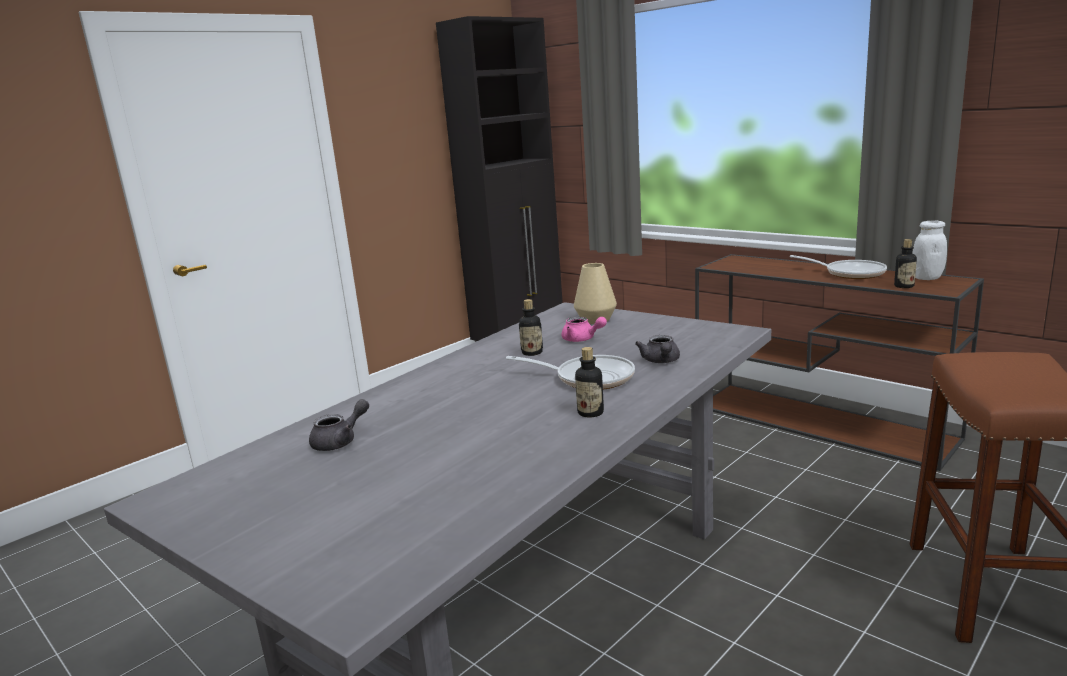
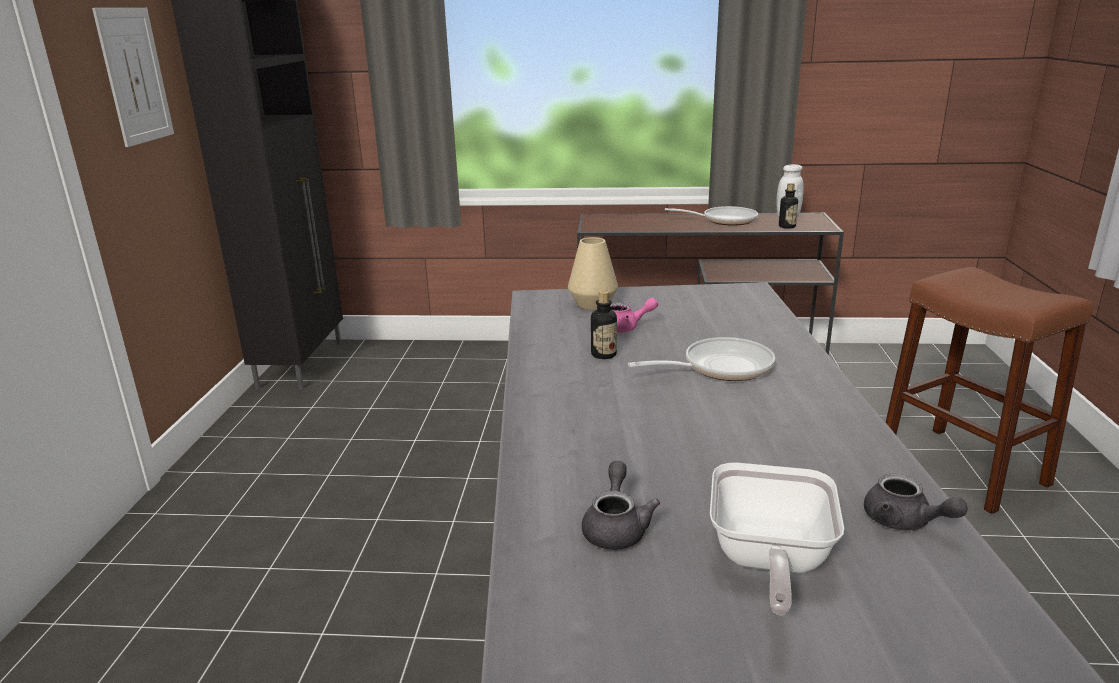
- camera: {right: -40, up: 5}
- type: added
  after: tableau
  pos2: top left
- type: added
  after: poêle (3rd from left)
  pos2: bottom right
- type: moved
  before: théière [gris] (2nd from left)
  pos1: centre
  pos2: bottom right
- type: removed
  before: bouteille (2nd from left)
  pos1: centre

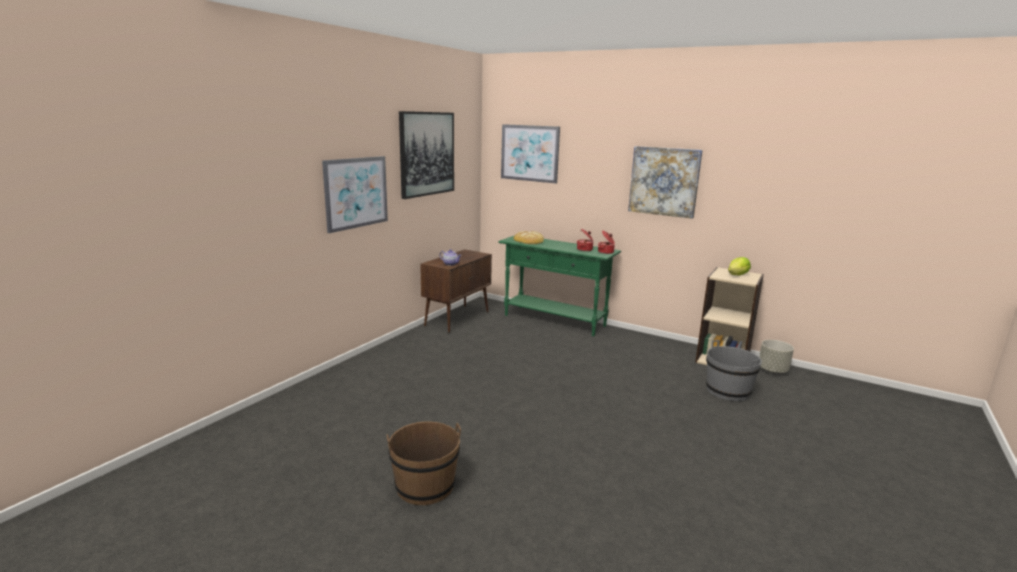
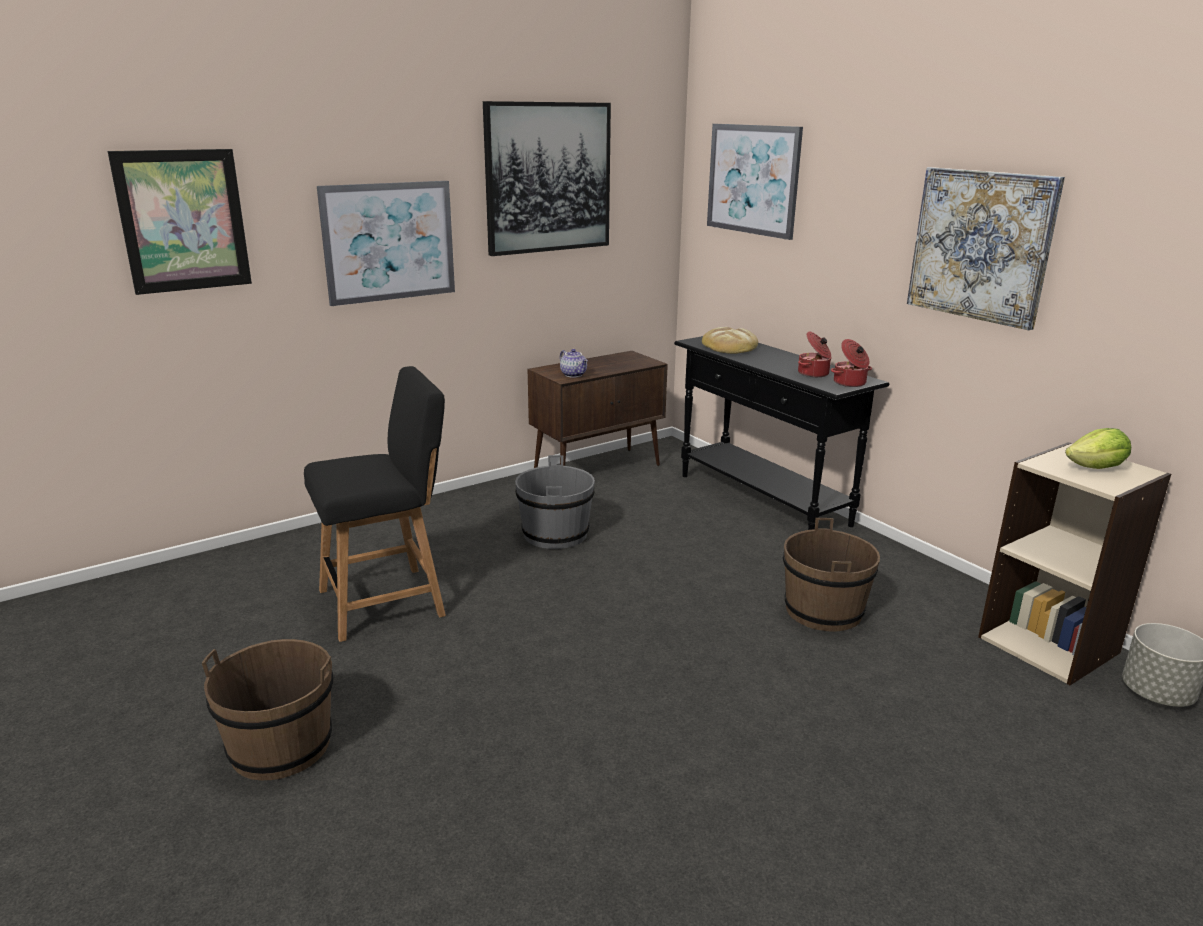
- camera: {right: 25, up: 5}
- type: added
  after: tableau (1st from left)
  pos2: top left
- type: added
  after: chaise [noir]
  pos2: middle left
- type: moved
  before: seau [gris]
  pos1: middle right
  pos2: centre
- type: recoloured
  before: table console [vert]
  after: table console [noir]
  pos1: centre
  pos2: centre
- type: added
  after: seau [marron] (2nd from left)
  pos2: middle right

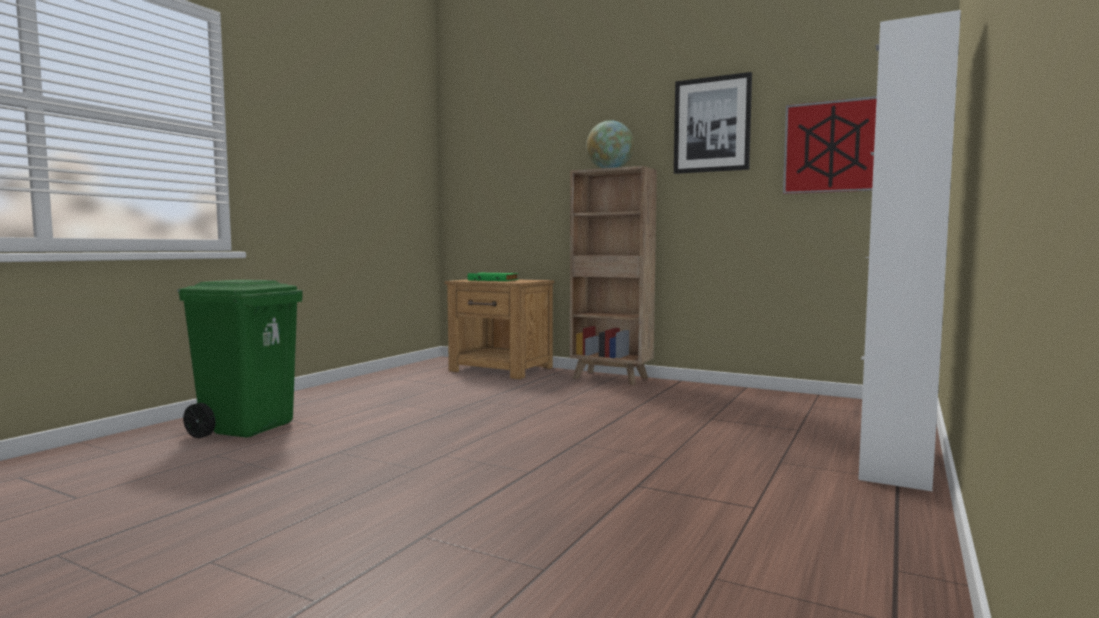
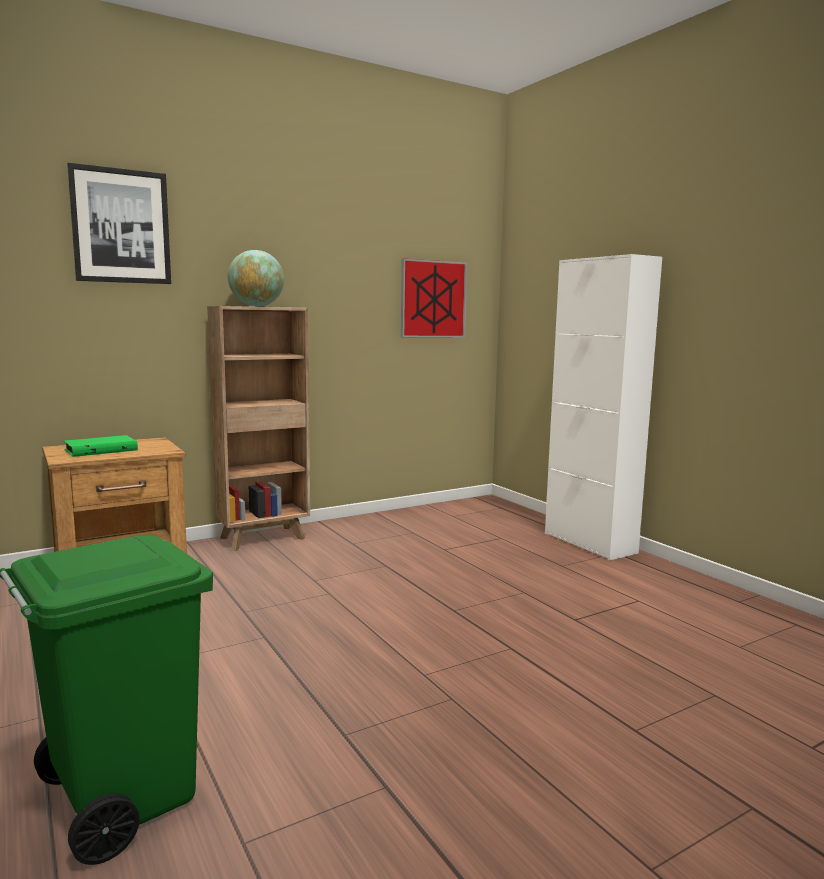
- camera: {right: -60, up: 5}
- type: moved
  before: tableau (1st from left)
  pos1: top centre
  pos2: top left

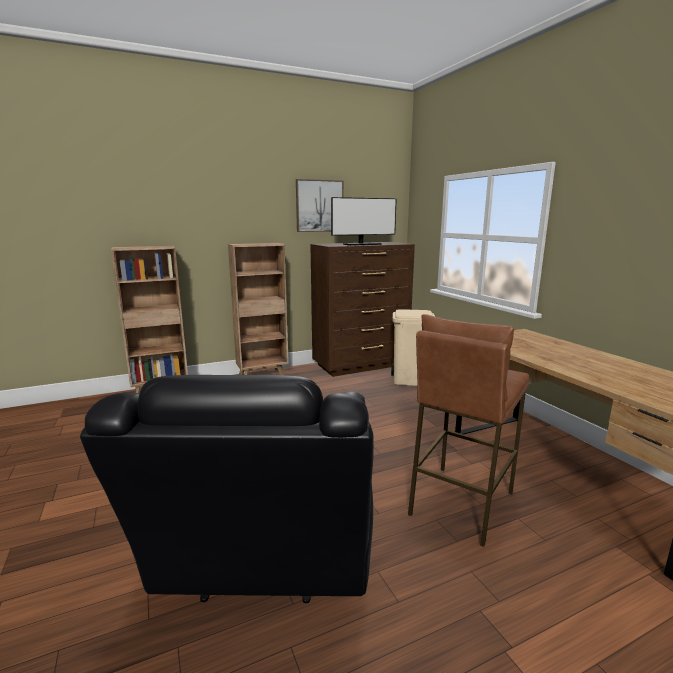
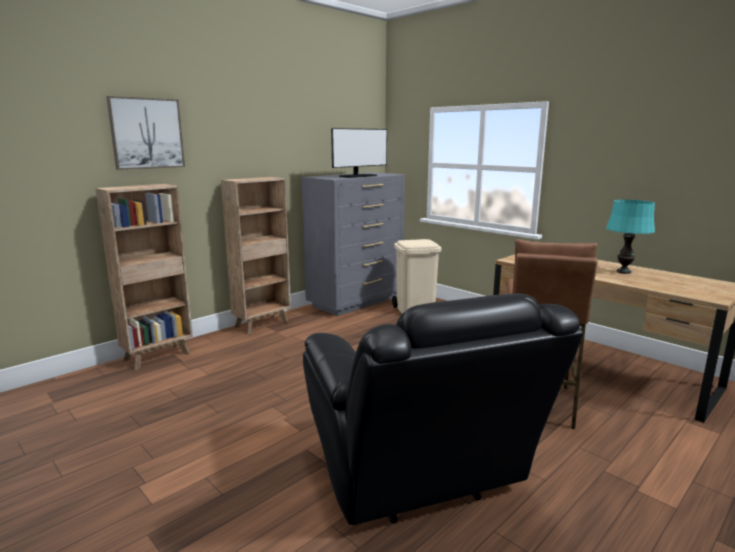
- camera: {right: -20, up: 0}
- type: moved
  before: tableau
  pos1: top centre
  pos2: top left
- type: recoloured
  before: commode [marron]
  after: commode [gris]
  pos1: centre
  pos2: centre
- type: added
  after: lampe de table [turquoise]
  pos2: middle right

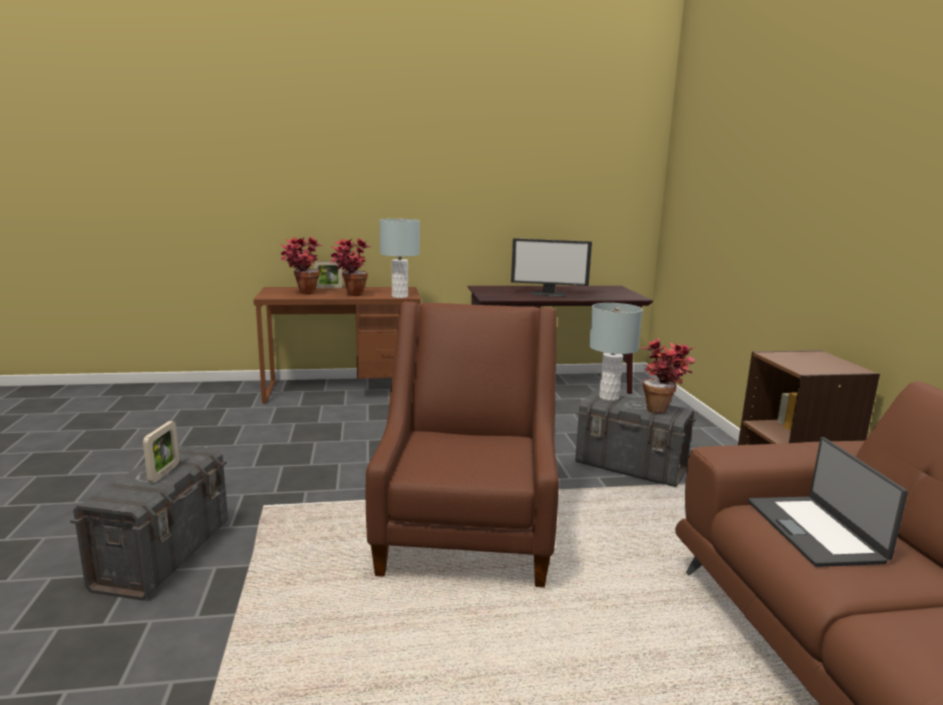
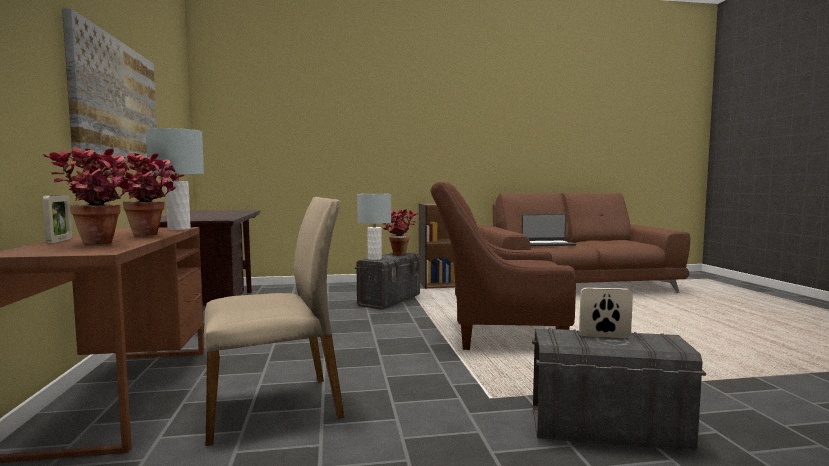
- camera: {right: -90, up: -10}
- type: added
  after: tableau
  pos2: top left
- type: added
  after: chaise [beige]
  pos2: bottom left
- type: removed
  before: écran d'ordinateur
  pos1: centre

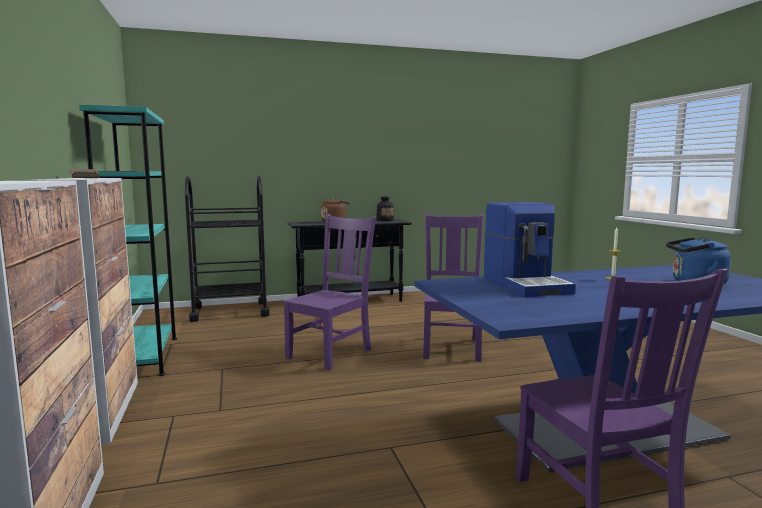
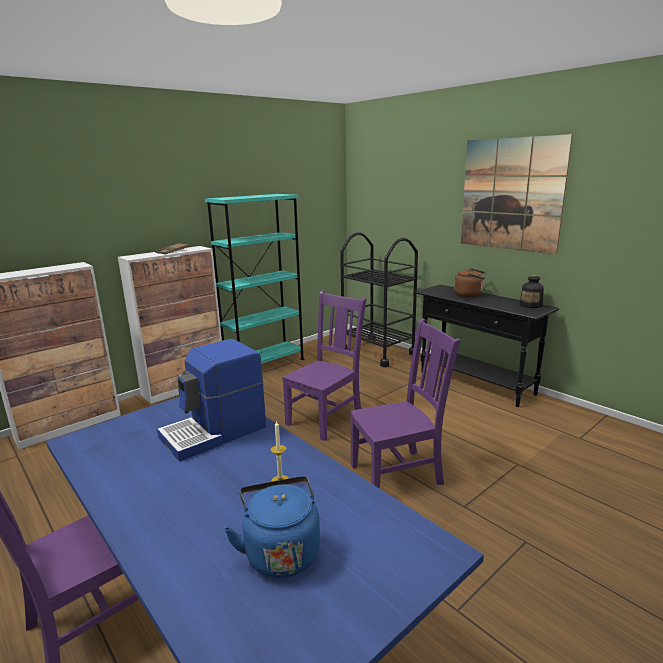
- camera: {right: 65, up: 10}
- type: turned
  before: chaise [violet] (1st from left in the first image)
  pos1: centre
  pos2: centre
  turn: -60
- type: added
  after: tableau
  pos2: top right

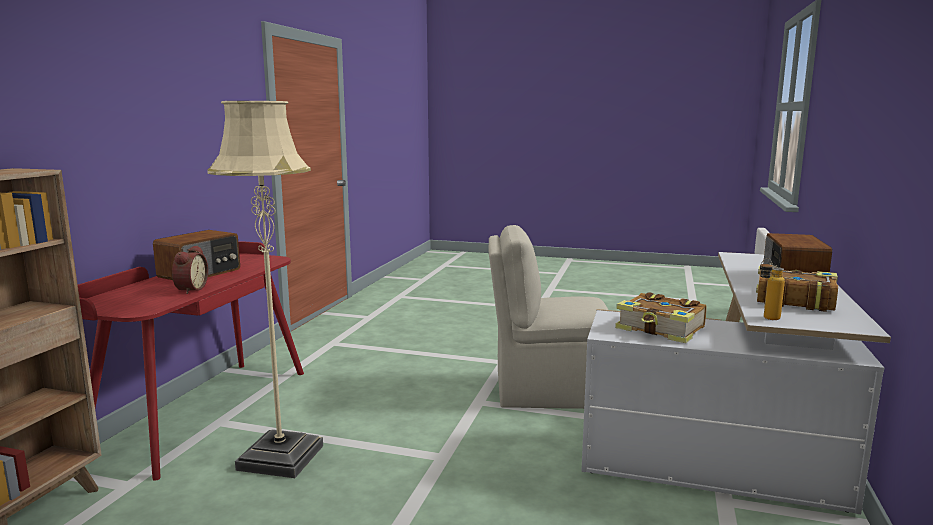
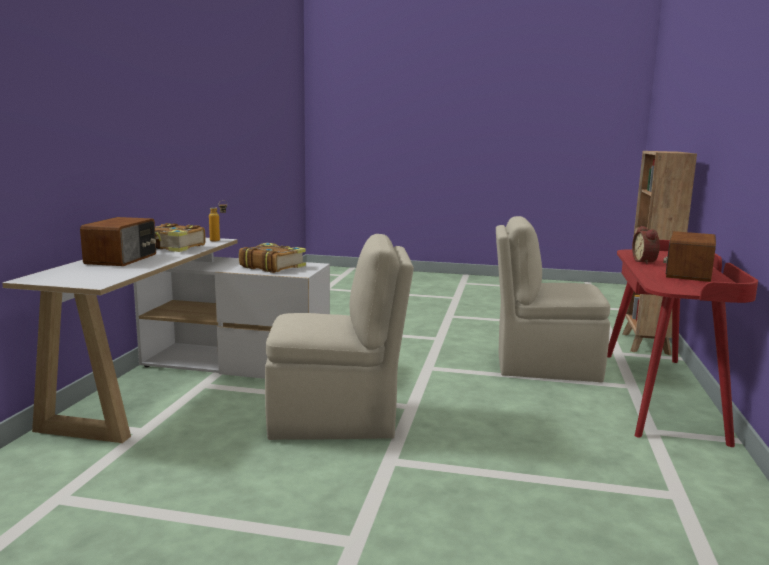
- camera: {right: 175, up: 0}
- type: replaced
  before: lampadaire [beige]
  after: chaise [beige] (2nd from left)
  pos1: middle left
  pos2: middle right

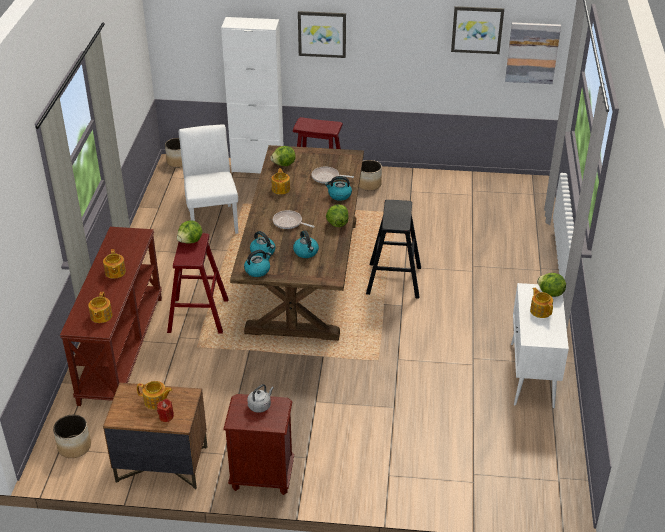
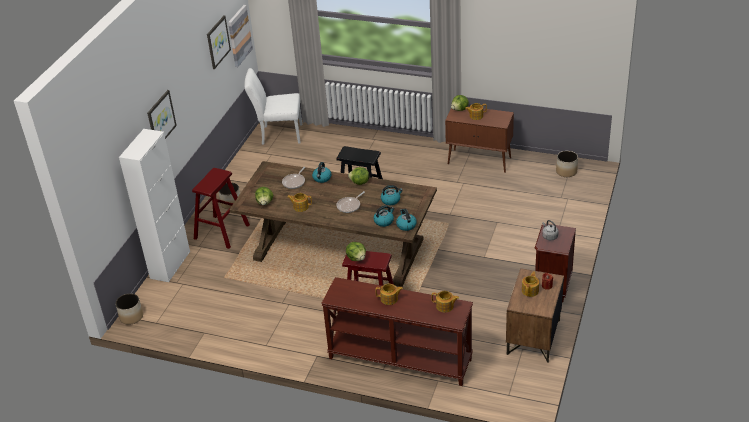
- camera: {right: -75, up: 0}
- type: moved
  before: chaise [blanc]
  pos1: middle left
  pos2: top centre
- type: recoloured
  before: meuble de rangement [blanc] (2nd from left)
  after: meuble de rangement [marron]
  pos1: middle right
  pos2: top centre
- type: moved
  before: cache-pot (1st from left in the first image)
  after: cache-pot (3rd from left)
  pos1: bottom left
  pos2: middle right

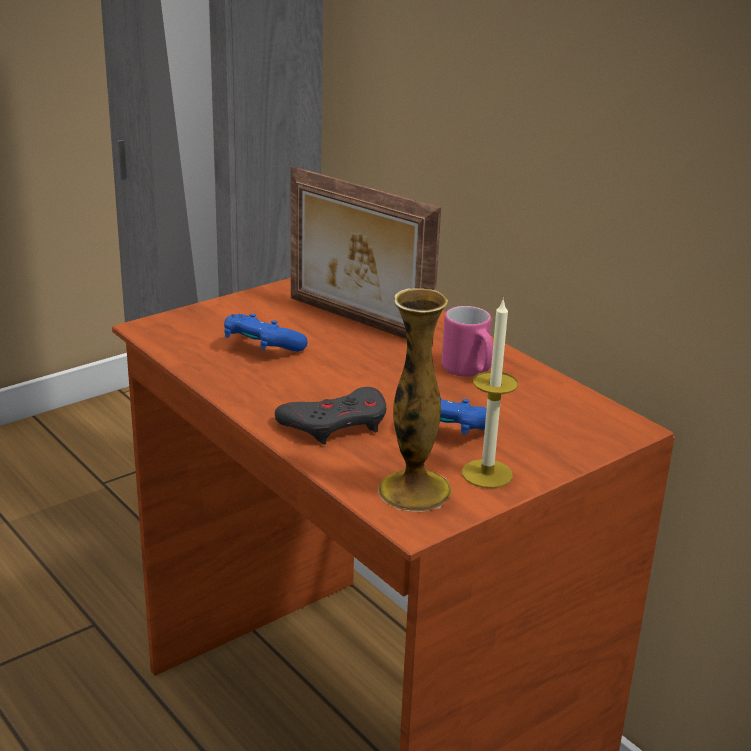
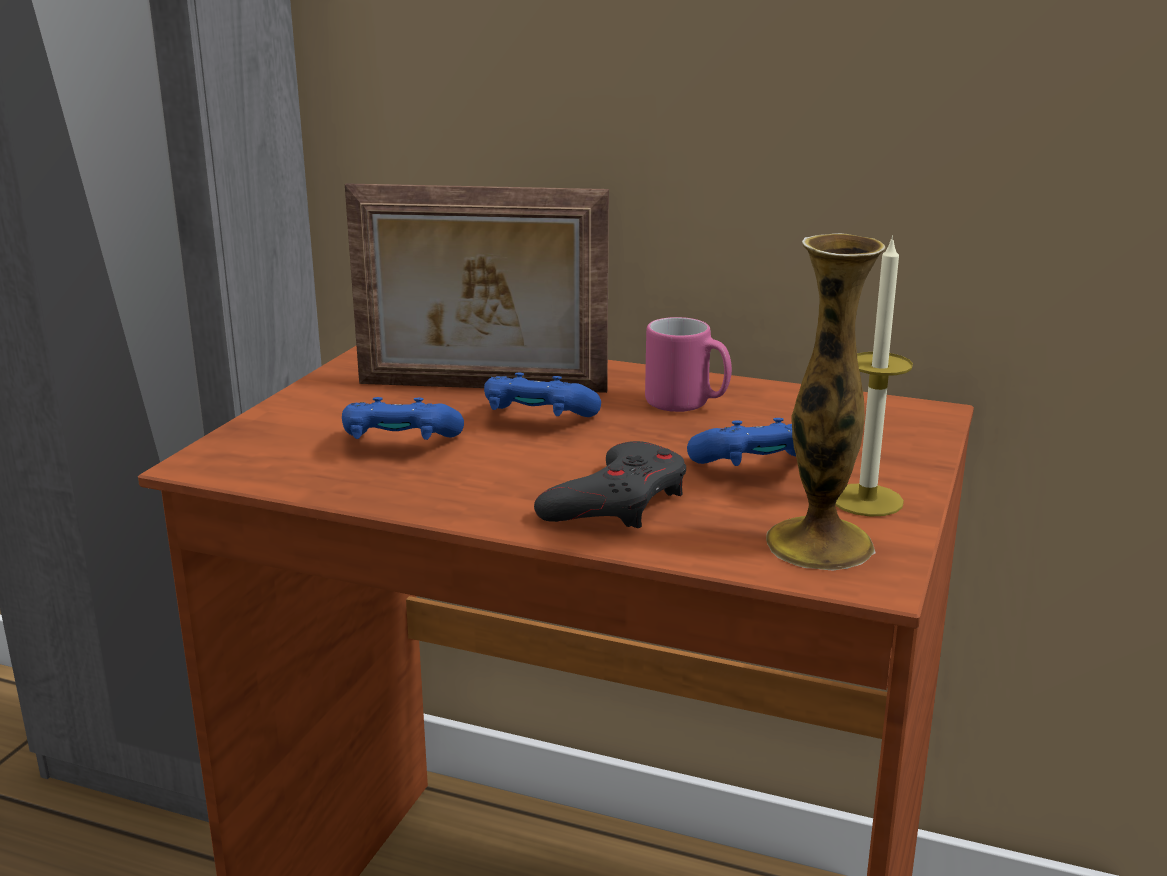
- camera: {right: -30, up: -5}
- type: added
  after: manette [bleu] (2nd from left)
  pos2: centre

